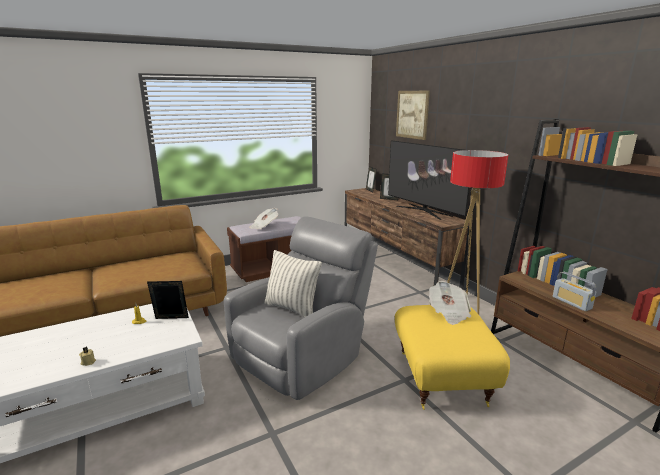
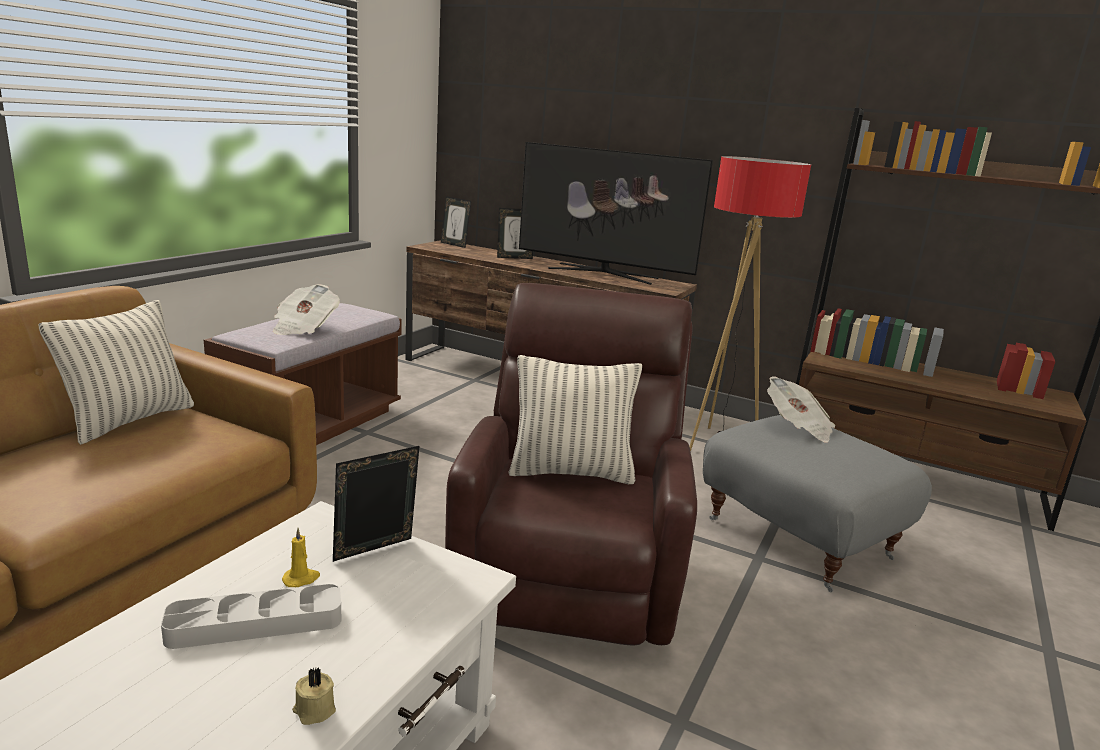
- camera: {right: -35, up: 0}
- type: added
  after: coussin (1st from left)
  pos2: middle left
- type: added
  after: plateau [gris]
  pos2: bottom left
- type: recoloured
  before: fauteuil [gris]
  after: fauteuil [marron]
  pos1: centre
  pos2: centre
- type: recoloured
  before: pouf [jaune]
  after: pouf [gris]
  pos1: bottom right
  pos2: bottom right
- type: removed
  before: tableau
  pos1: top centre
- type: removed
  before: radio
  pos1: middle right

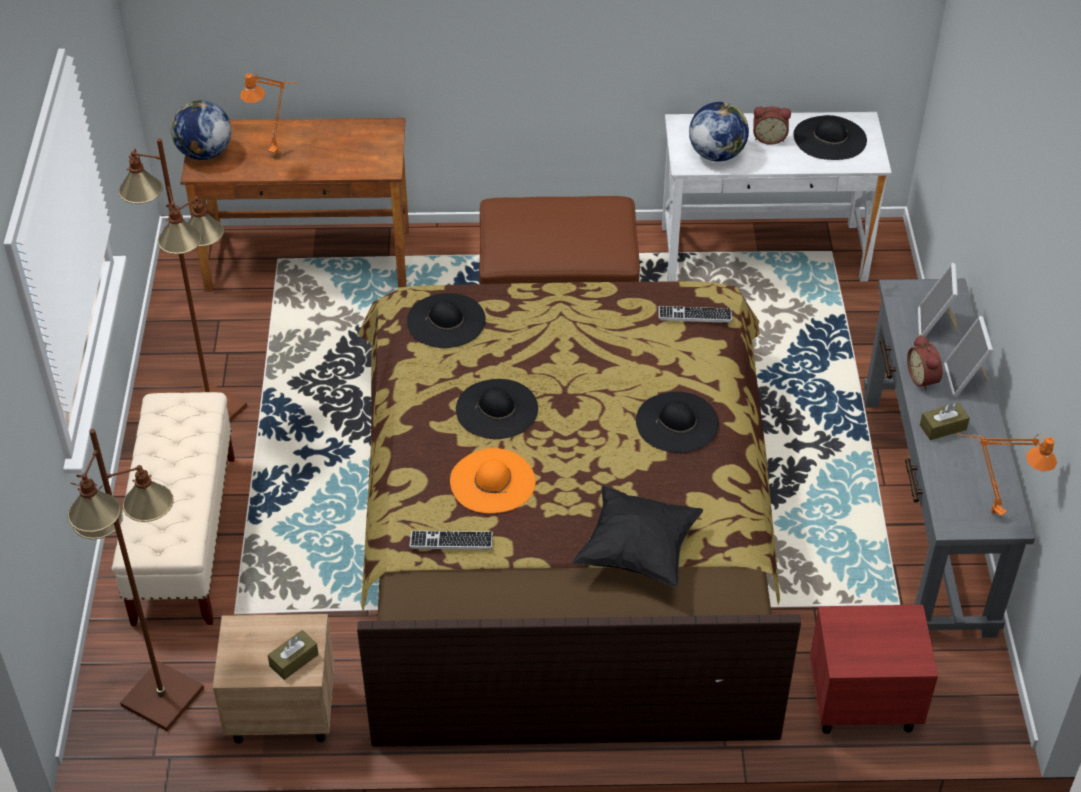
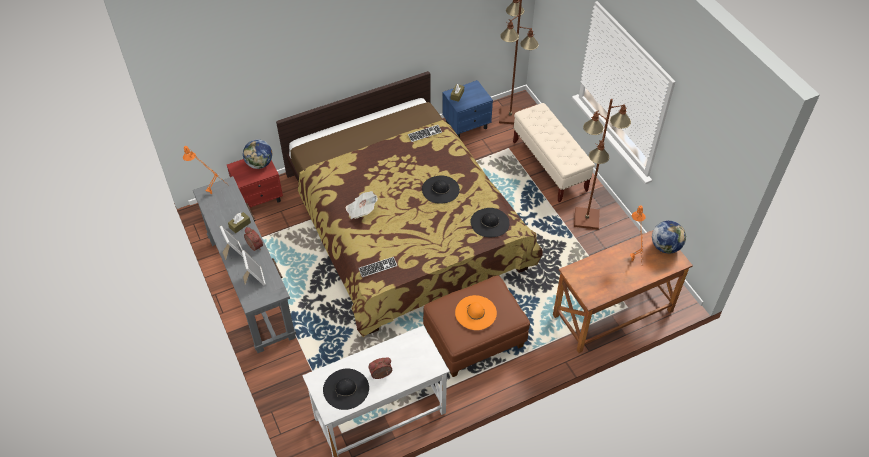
- camera: {right: 155, up: 5}
- type: moved
  before: globe (2nd from left in the first image)
  after: globe (1st from left)
  pos1: top centre
  pos2: middle left
- type: replaced
  before: chapeau [noir] (3rd from left)
  after: journal
  pos1: centre
  pos2: centre
- type: recoloured
  before: table de chevet [beige]
  after: table de chevet [bleu]
  pos1: bottom left
  pos2: top centre
- type: moved
  before: chapeau [orange]
  pos1: centre
  pos2: bottom centre
- type: removed
  before: coussin [noir]
  pos1: bottom centre

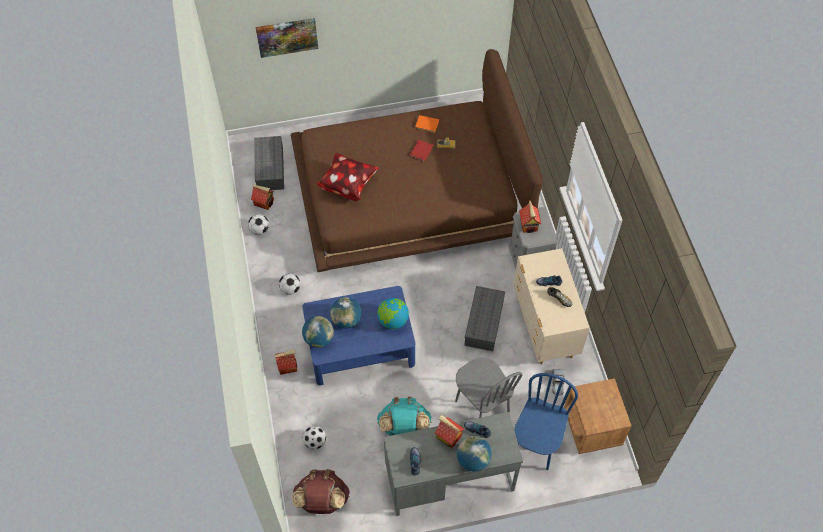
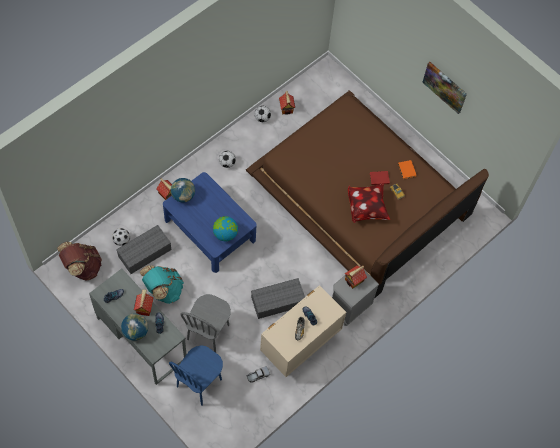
- camera: {right: 55, up: 5}
- type: moved
  before: boîte de rangement [gris] (1st from left)
  pos1: top left
  pos2: middle left
- type: turned
  before: chaise [bleu]
  pos1: bottom centre
  pos2: bottom centre
  turn: 135
- type: moved
  before: coussin
  pos1: top centre
  pos2: centre
- type: moved
  before: tableau
  pos1: top centre
  pos2: top right
- type: removed
  before: globe (2nd from left)
  pos1: centre
- type: removed
  before: table de chevet [marron]
  pos1: bottom right

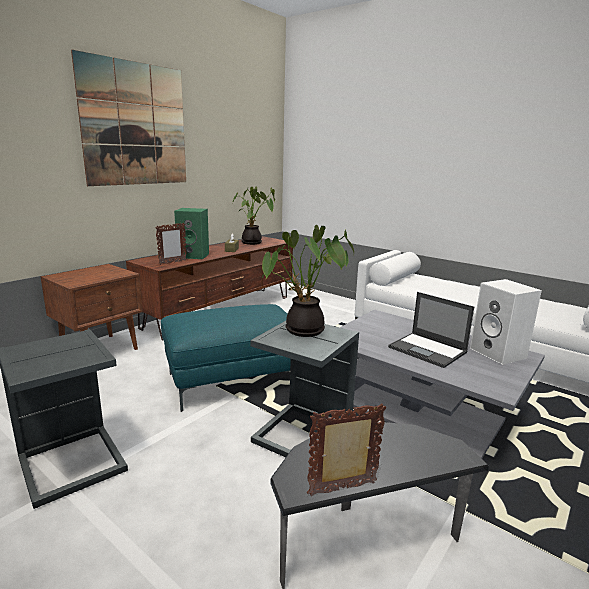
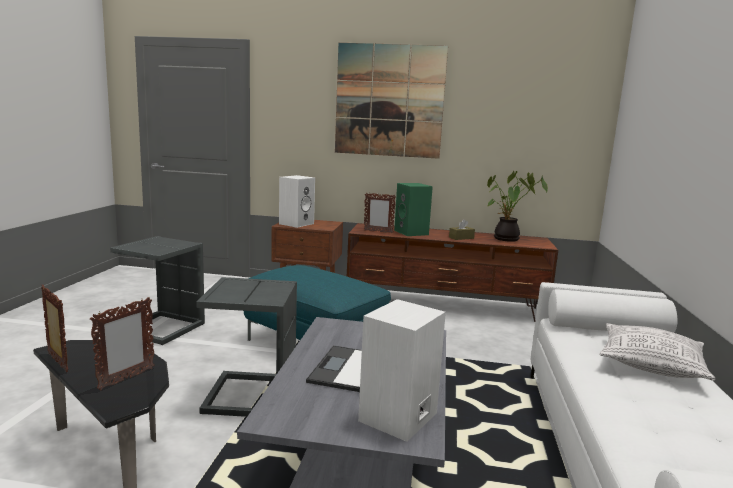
- camera: {right: 60, up: -5}
- type: added
  after: cadre photo (2nd from left)
  pos2: bottom left
- type: added
  after: enceinte [blanc] (1st from left)
  pos2: centre
- type: added
  after: coussin
  pos2: bottom right
- type: removed
  before: plante en pot (2nd from left)
  pos1: centre

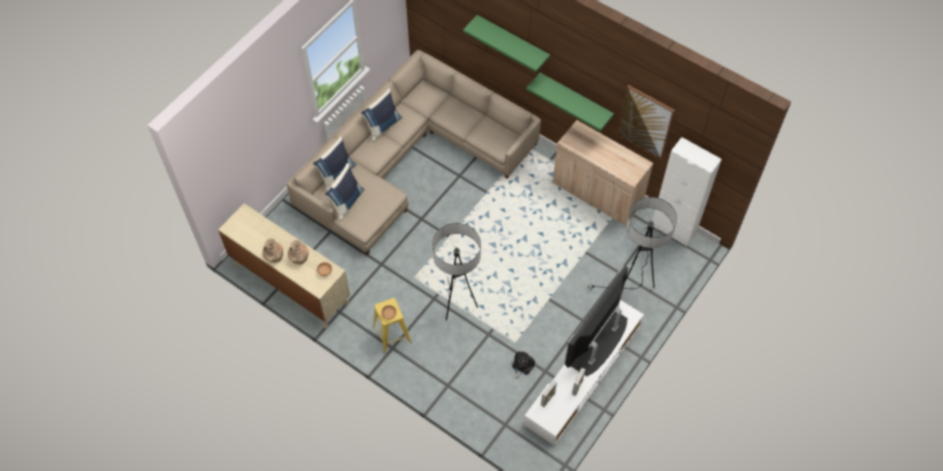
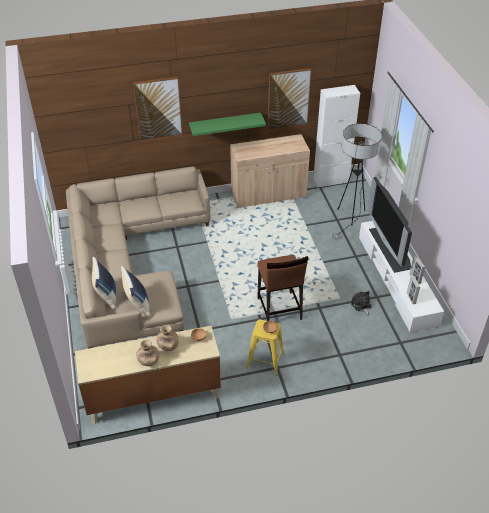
- camera: {right: -50, up: -15}
- type: replaced
  before: étagère [vert] (1st from left)
  after: tableau (1st from left)
  pos1: top centre
  pos2: top left
- type: replaced
  before: lampadaire (1st from left)
  after: tabouret [marron]
  pos1: centre
  pos2: centre
- type: removed
  before: coussin [bleu] (3rd from left)
  pos1: top centre

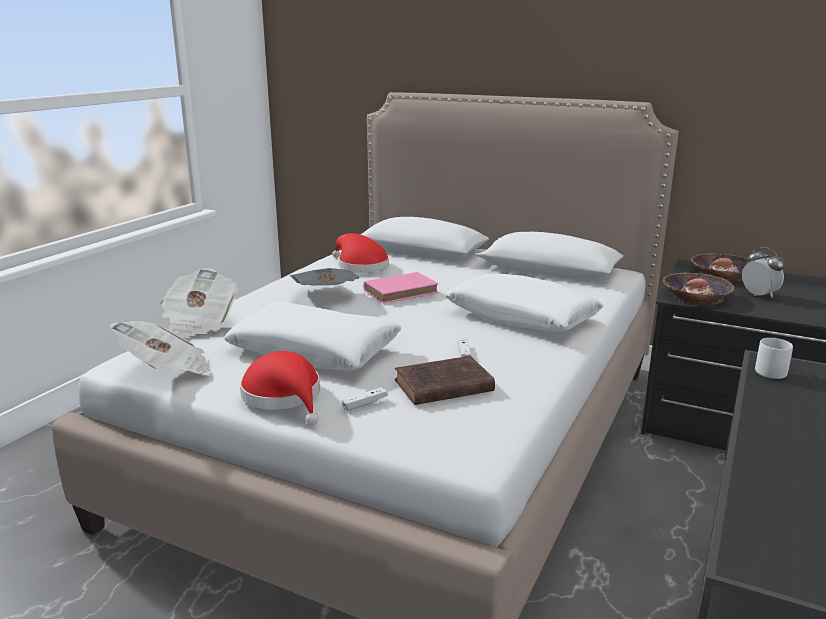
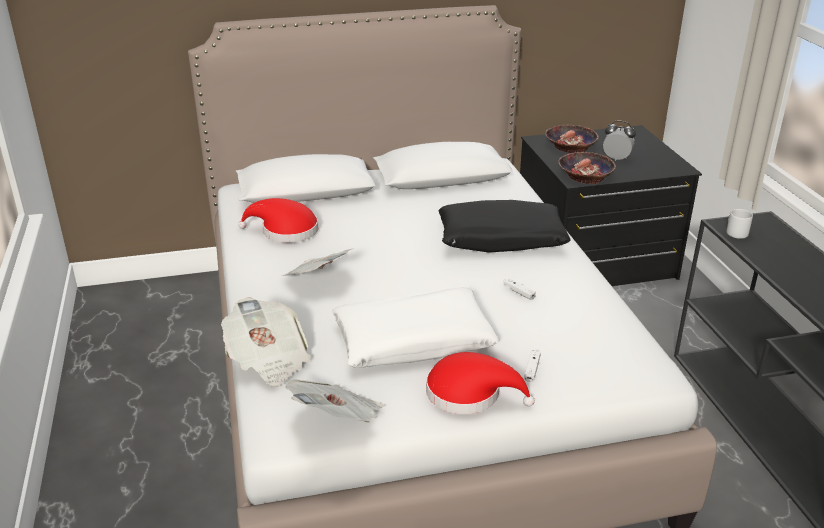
- camera: {right: -40, up: 10}
- type: recoloured
  before: coussin [blanc] (2nd from left)
  after: coussin [noir]
  pos1: centre
  pos2: centre
- type: removed
  before: livre [rose]
  pos1: centre
- type: removed
  before: livre [marron]
  pos1: centre

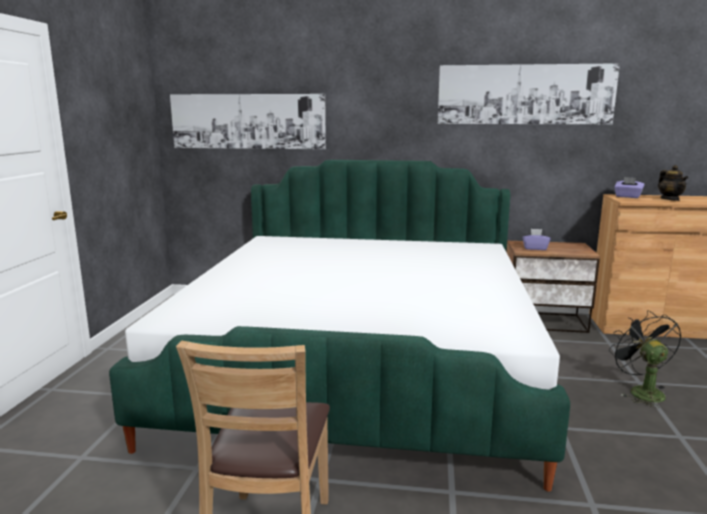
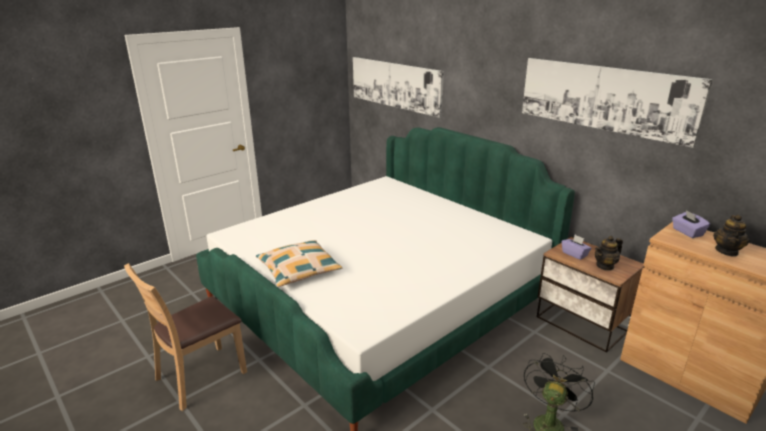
- camera: {right: 40, up: 10}
- type: added
  after: coussin
  pos2: centre
- type: added
  after: théière (1st from left)
  pos2: middle right

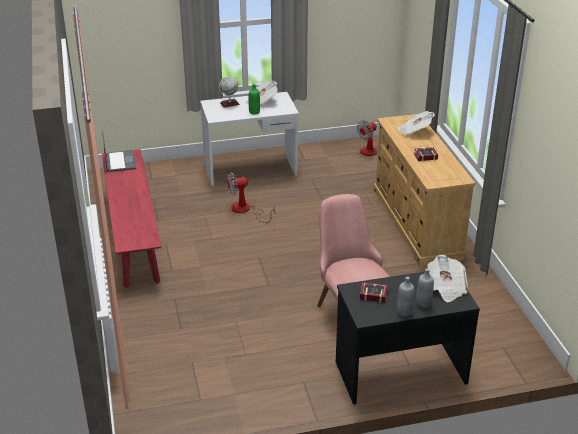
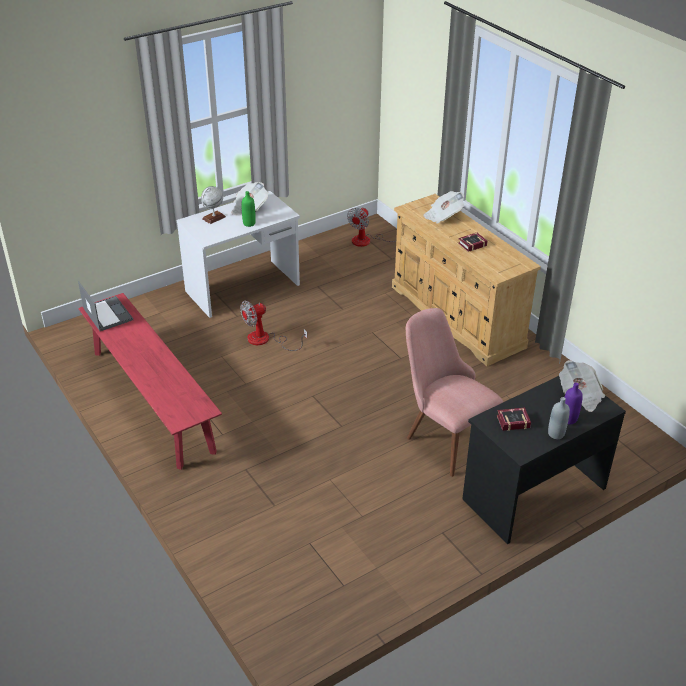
- camera: {right: -20, up: 5}
- type: recoloured
  before: bouteille [gris] (2nd from left)
  after: bouteille [violet]
  pos1: middle right
  pos2: middle right

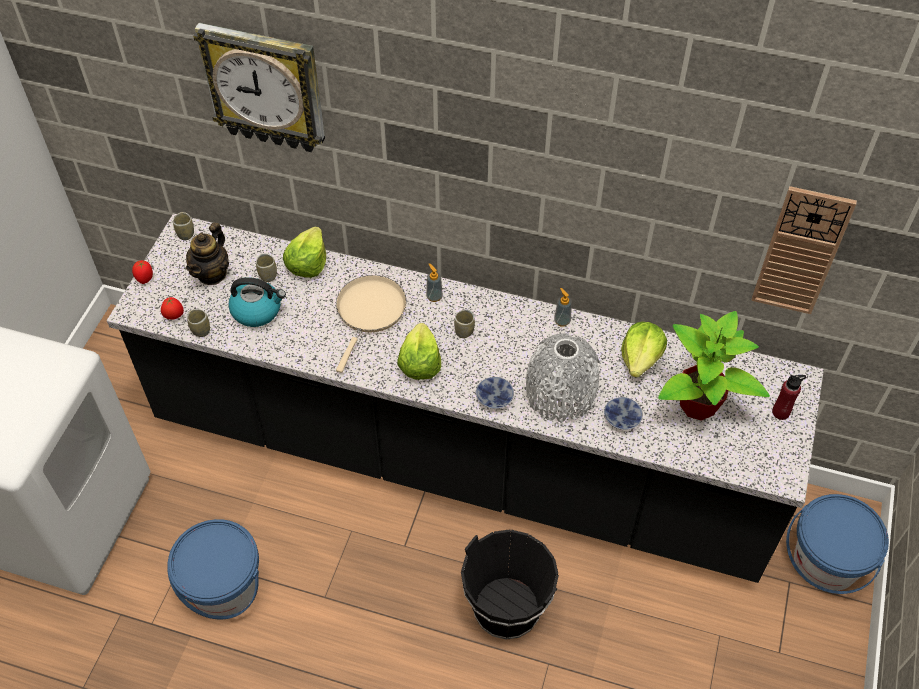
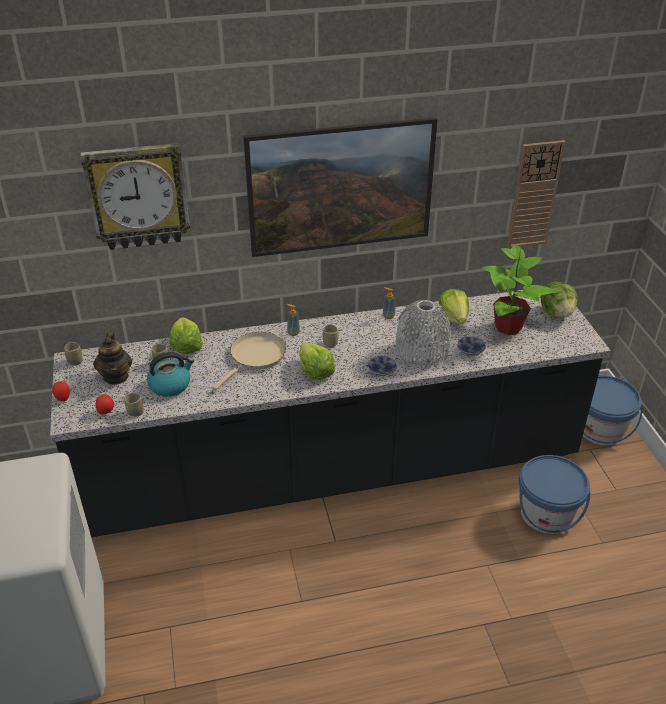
- camera: {right: -30, up: -15}
- type: turned
  before: poêle [beige]
  pos1: centre
  pos2: centre
  turn: 45
- type: added
  after: tableau
  pos2: top centre
- type: moved
  before: seau [bleu] (1st from left)
  pos1: bottom left
  pos2: bottom right
- type: replaced
  before: bouteille [rouge]
  after: laitue (4th from left)
  pos1: middle right
  pos2: middle right
- type: removed
  before: seau [noir]
  pos1: bottom centre

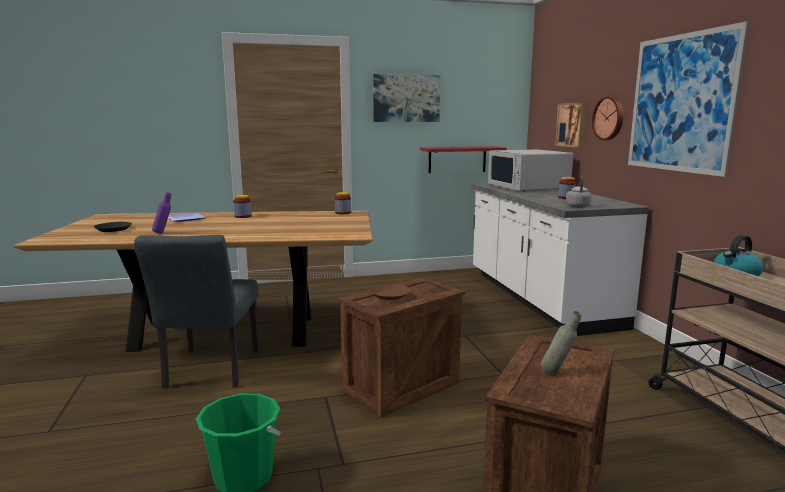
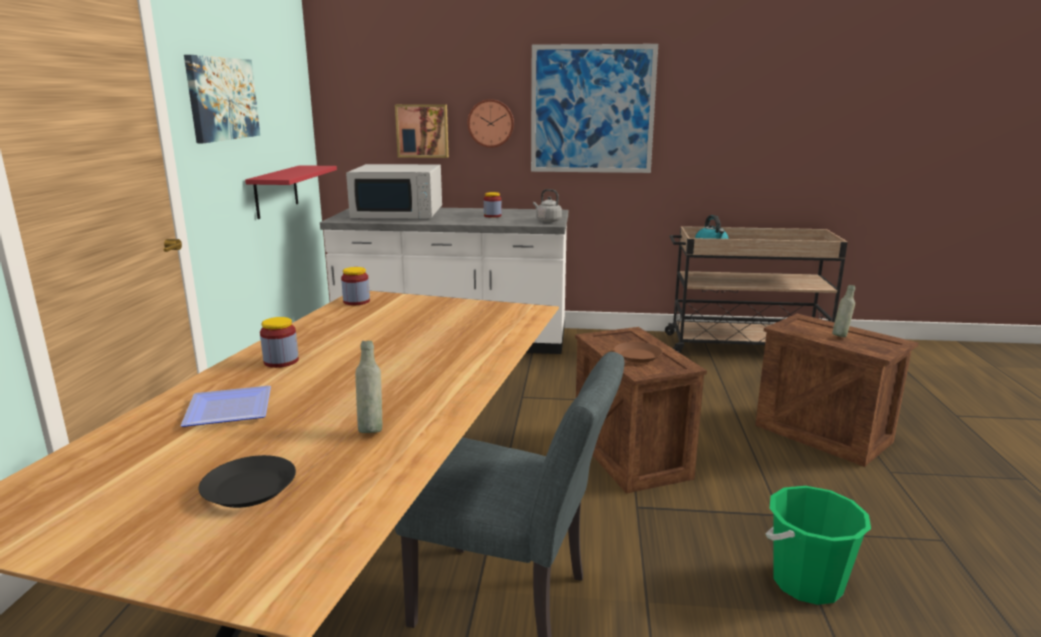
- camera: {right: -70, up: 5}
- type: recoloured
  before: bouteille [violet]
  after: bouteille [gris] (1st from left)
  pos1: middle left
  pos2: centre

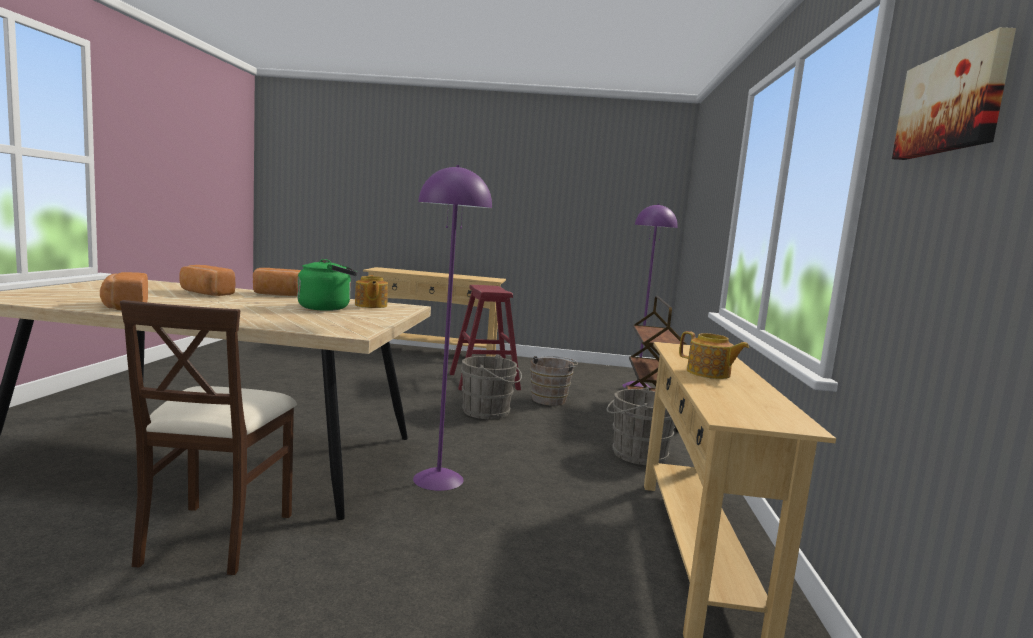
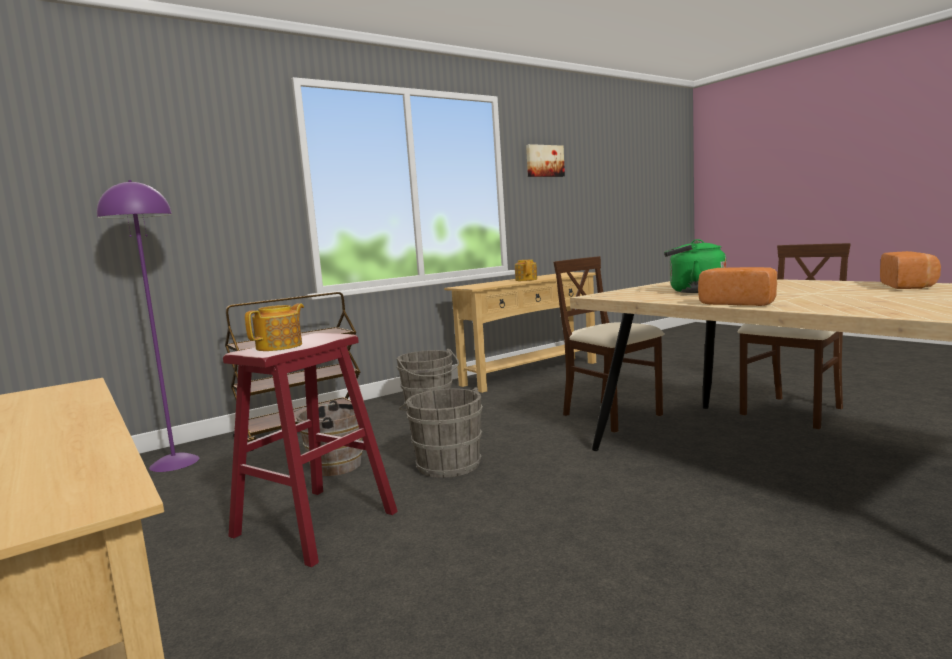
- camera: {right: -130, up: 0}
- type: moved
  before: théière (1st from left)
  pos1: centre
  pos2: middle left
- type: replaced
  before: lampadaire [violet] (1st from left)
  after: chaise [beige] (1st from left)
  pos1: centre
  pos2: centre
- type: removed
  before: pain (2nd from left)
  pos1: middle left

